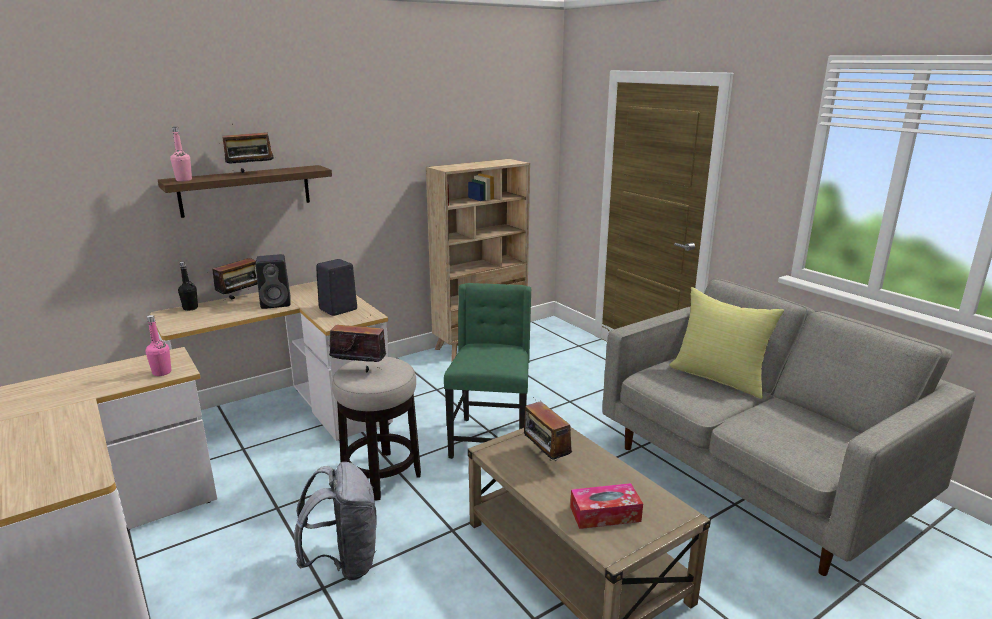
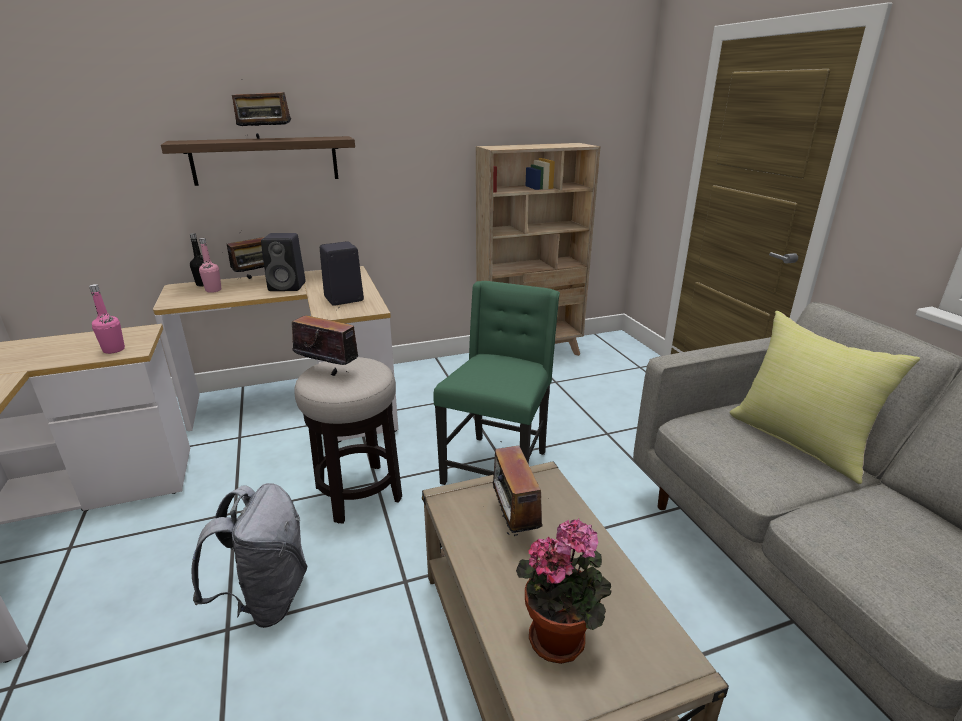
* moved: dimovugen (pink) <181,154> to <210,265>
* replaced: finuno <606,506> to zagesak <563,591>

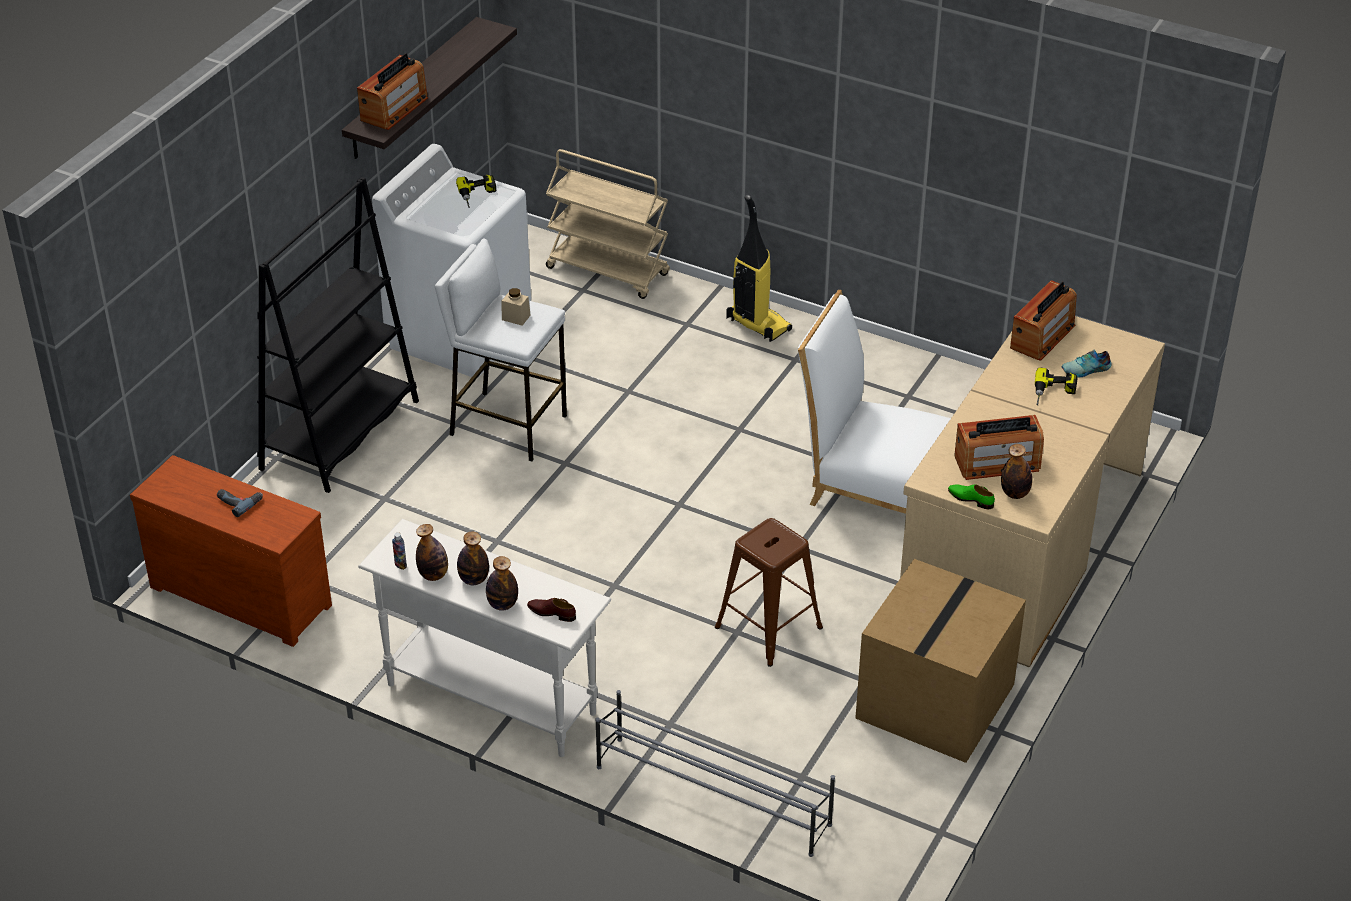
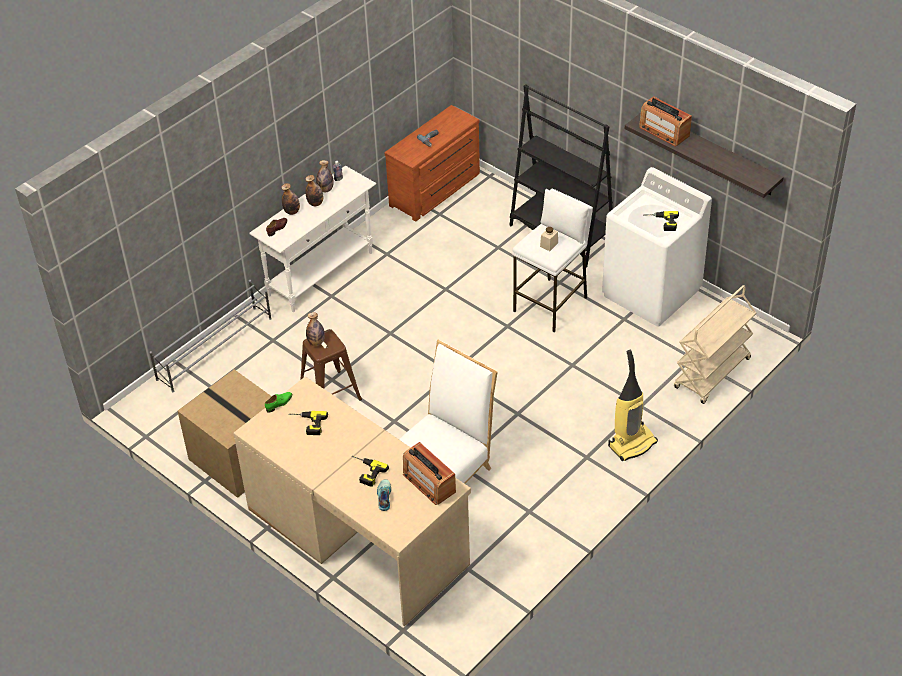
* replaced: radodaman <999,447> to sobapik <308,423>
* moved: dimovugen <1016,471> to <315,329>

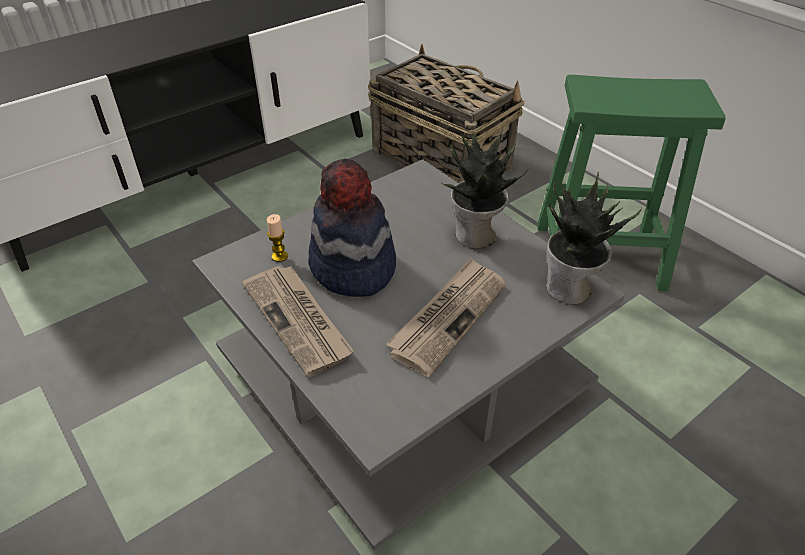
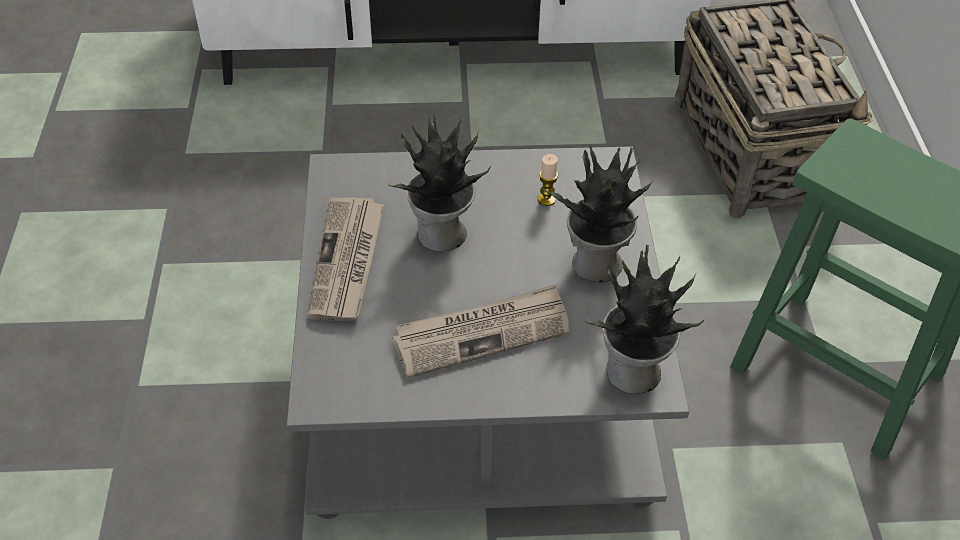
* replaced: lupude <352,228> to zagesak <440,183>
* moved: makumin <277,238> to <548,180>

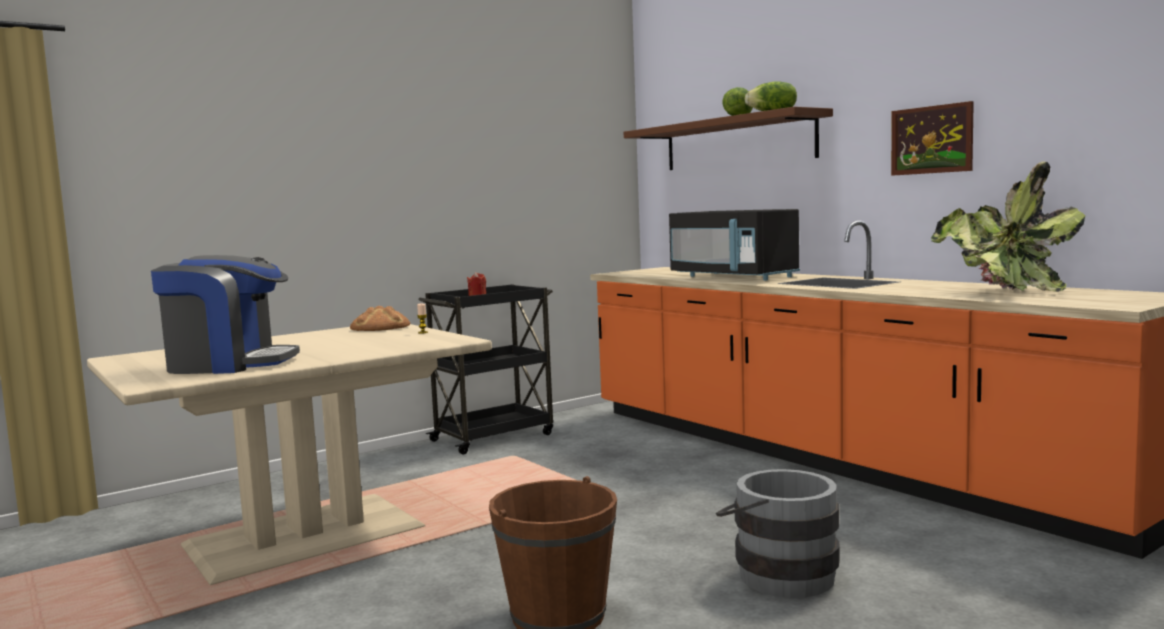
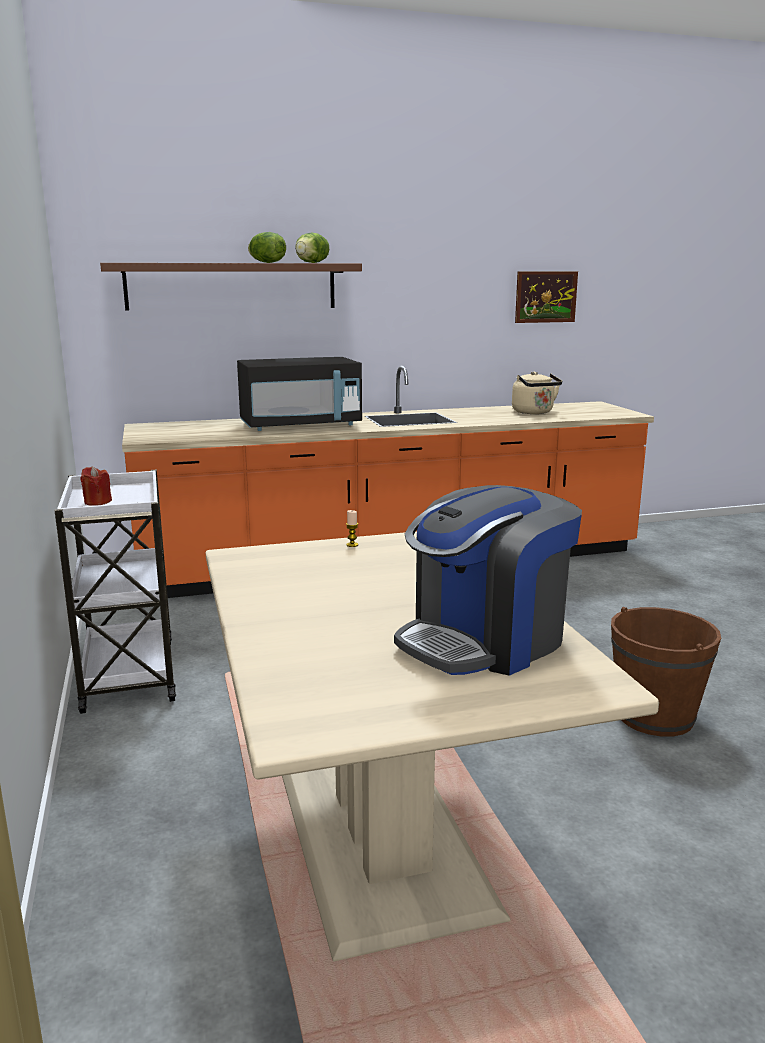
* recoloured: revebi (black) <485,369> to revebi (white) <115,592>
* turned: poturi <225,314> = <488,580> 150 degrees counterclockwise
* replaced: zagesak <1008,227> to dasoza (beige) <537,392>
* moved: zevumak <932,138> to <546,297>
* removed: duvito <380,318>
* removed: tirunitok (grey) <777,533>

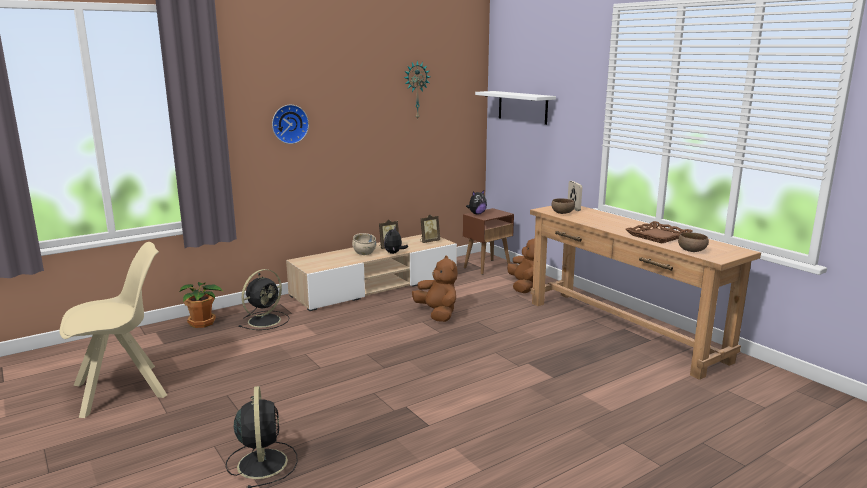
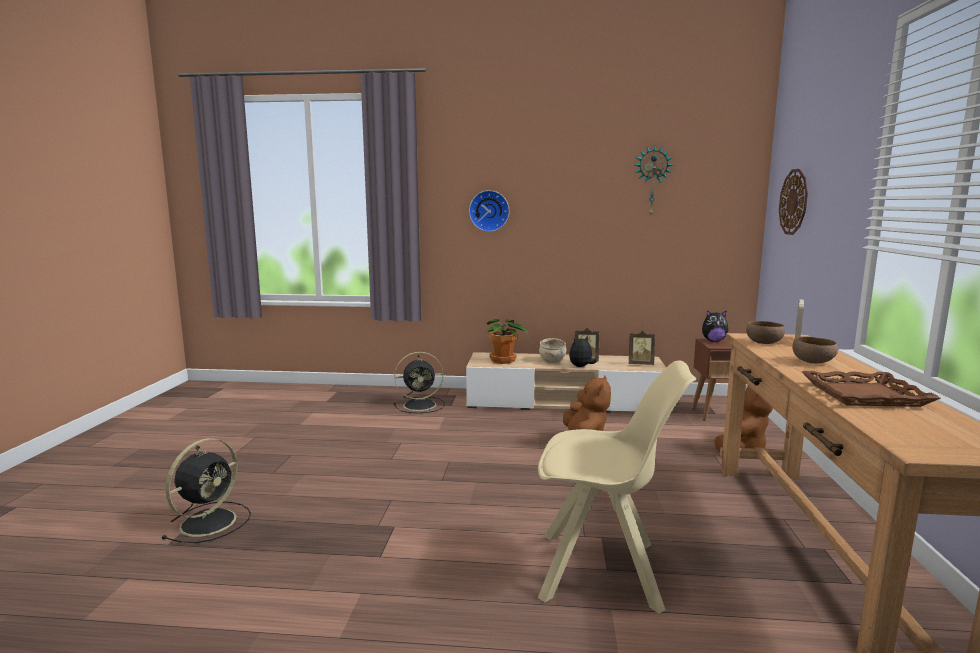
* moved: zagesak <201,305> to <507,341>
* moved: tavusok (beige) <113,330> to <617,487>
* replaced: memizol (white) <515,108> to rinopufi <793,202>
* moved: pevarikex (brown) <693,242> to <815,349>

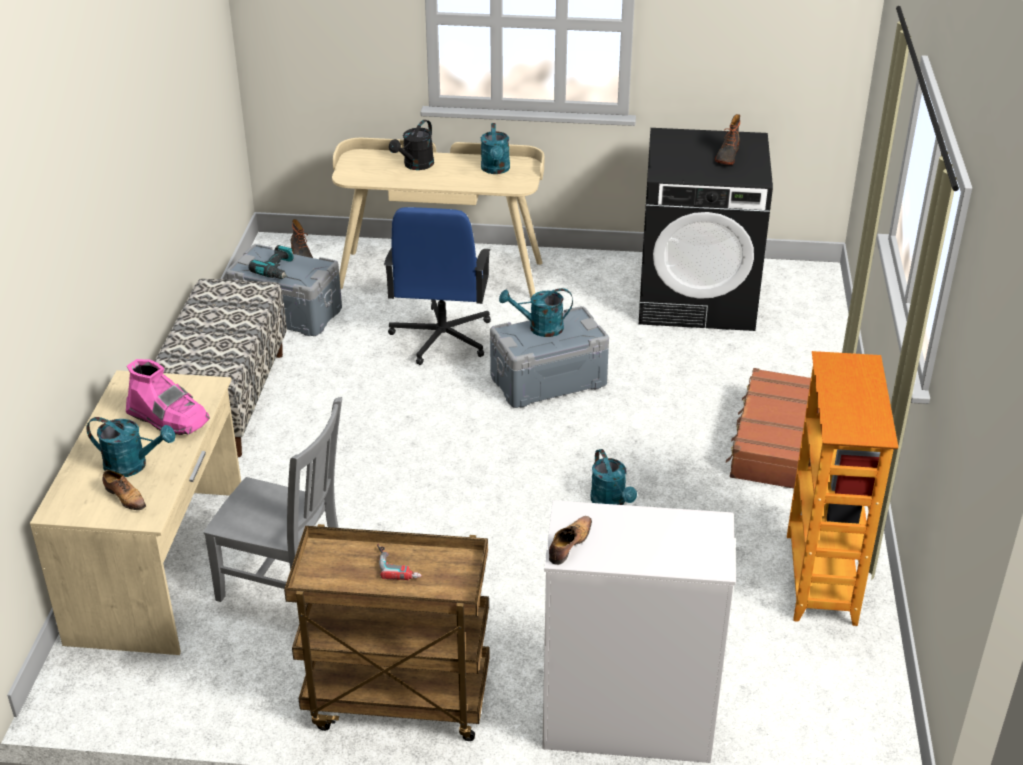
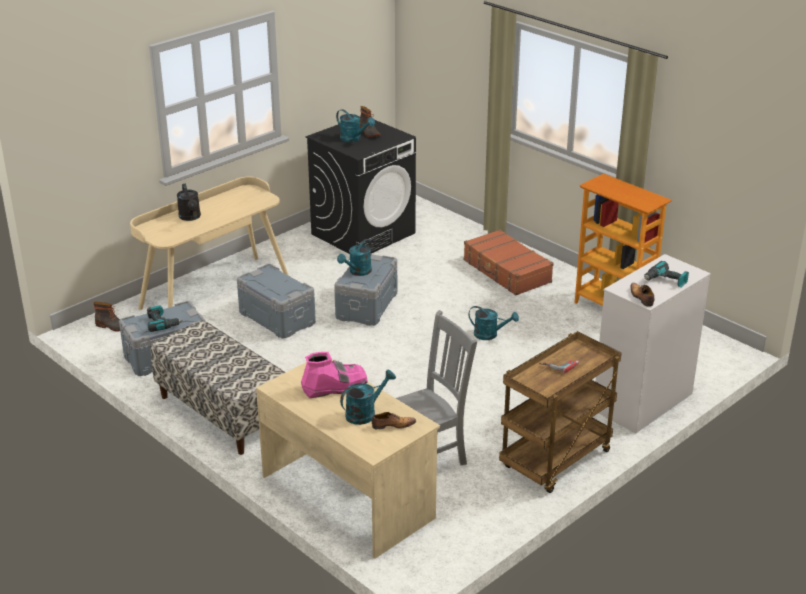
* replaced: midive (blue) <437,286> to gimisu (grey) <276,301>
* moved: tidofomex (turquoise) <495,148> to <355,125>
* added: sobapik <666,274>

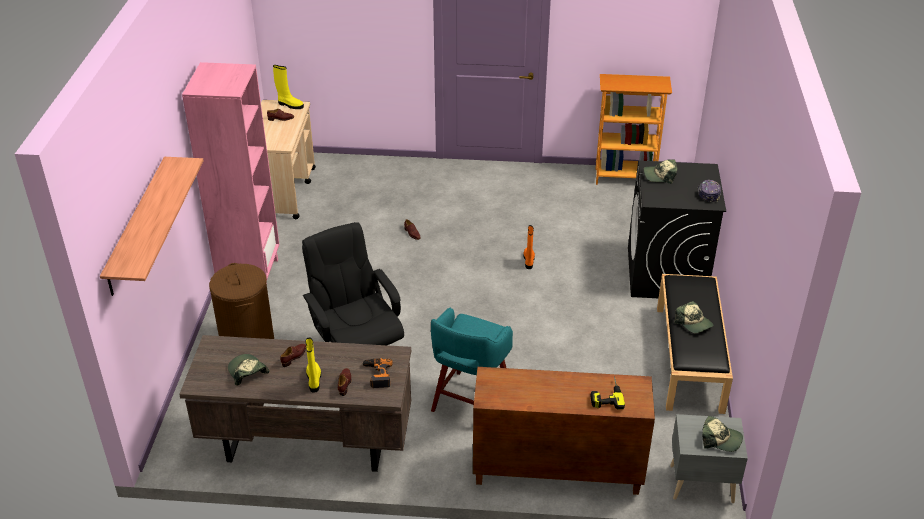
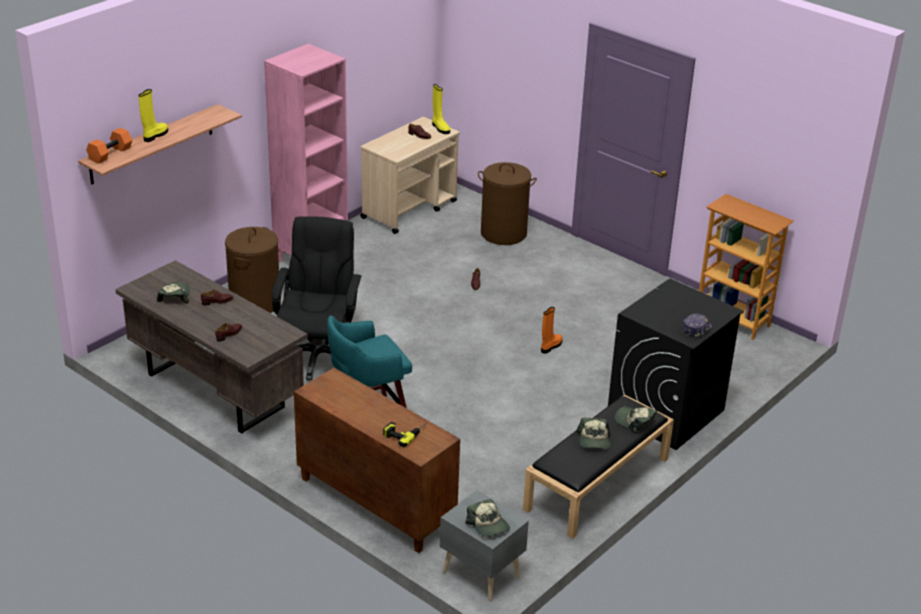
* added: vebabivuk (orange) <109,146>
* moved: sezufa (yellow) <313,365> to <153,115>
* added: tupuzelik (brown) <507,203>
* moved: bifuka <660,171> to <636,420>
* removed: sobapik <377,373>

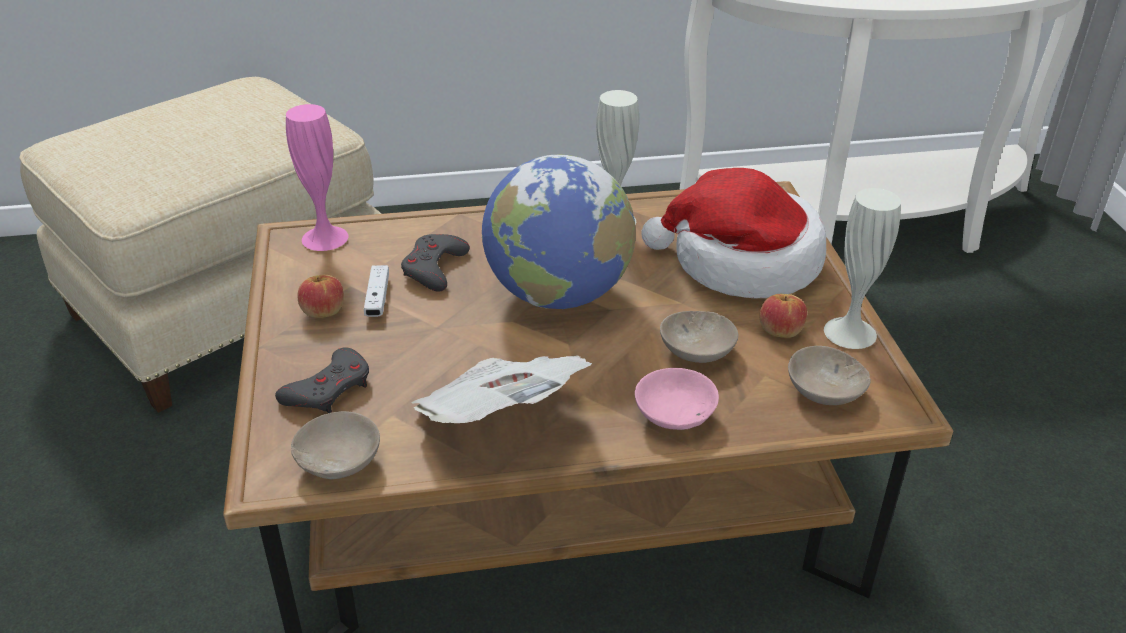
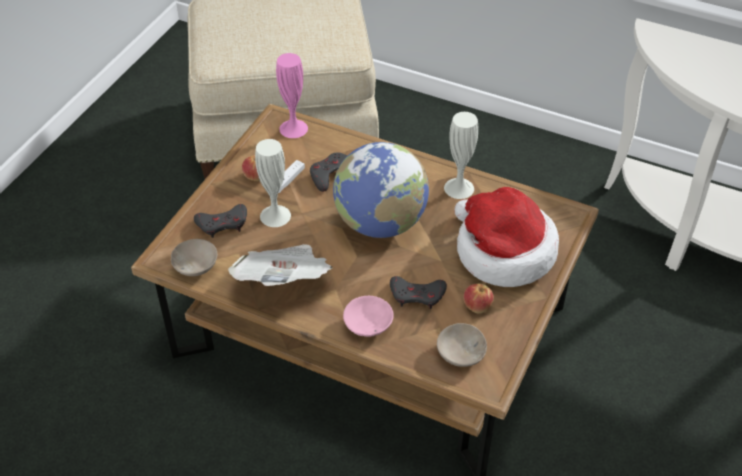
* moved: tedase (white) <862,268> to <273,183>
* replaced: pevarikex (beige) <699,337> to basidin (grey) <418,292>

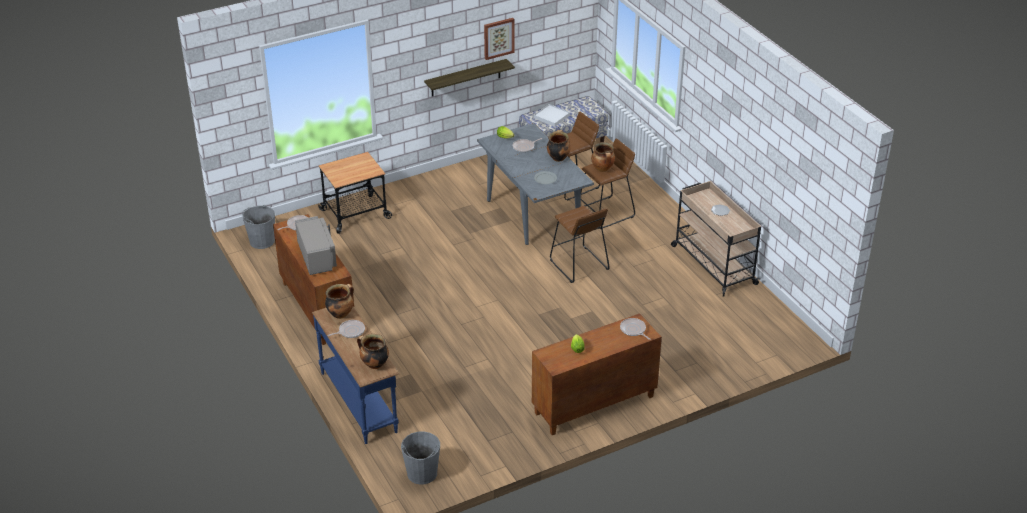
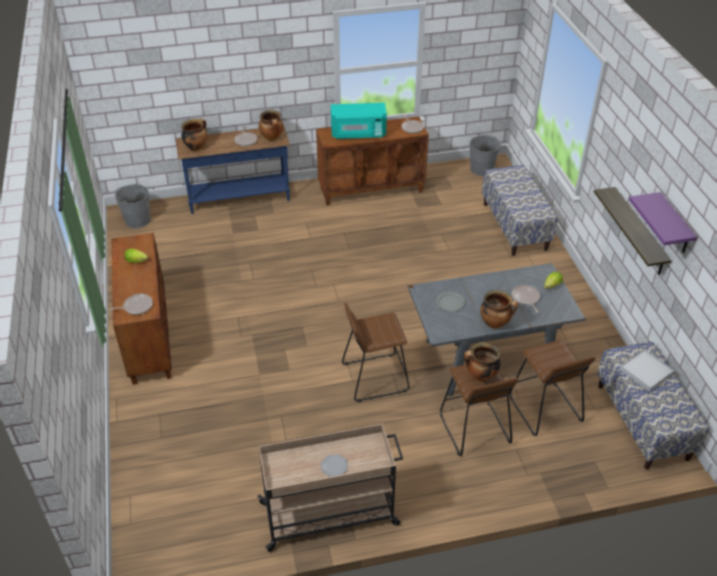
* recoloured: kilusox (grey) <316,245> to kilusox (turquoise) <359,121>
* replaced: revebi <355,193> to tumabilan <519,210>
* replaced: zevumak <499,39> to memizol (purple) <663,222>

